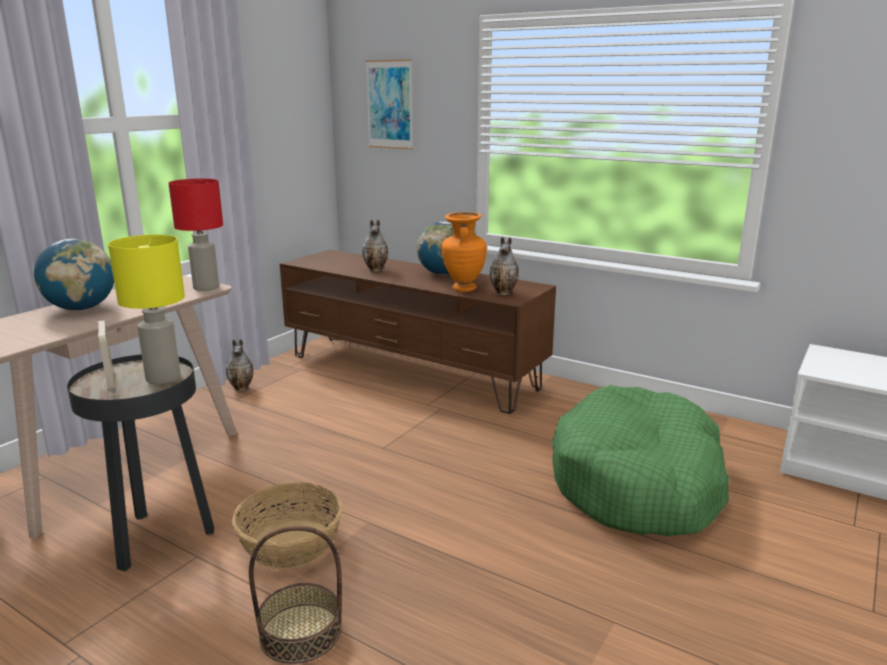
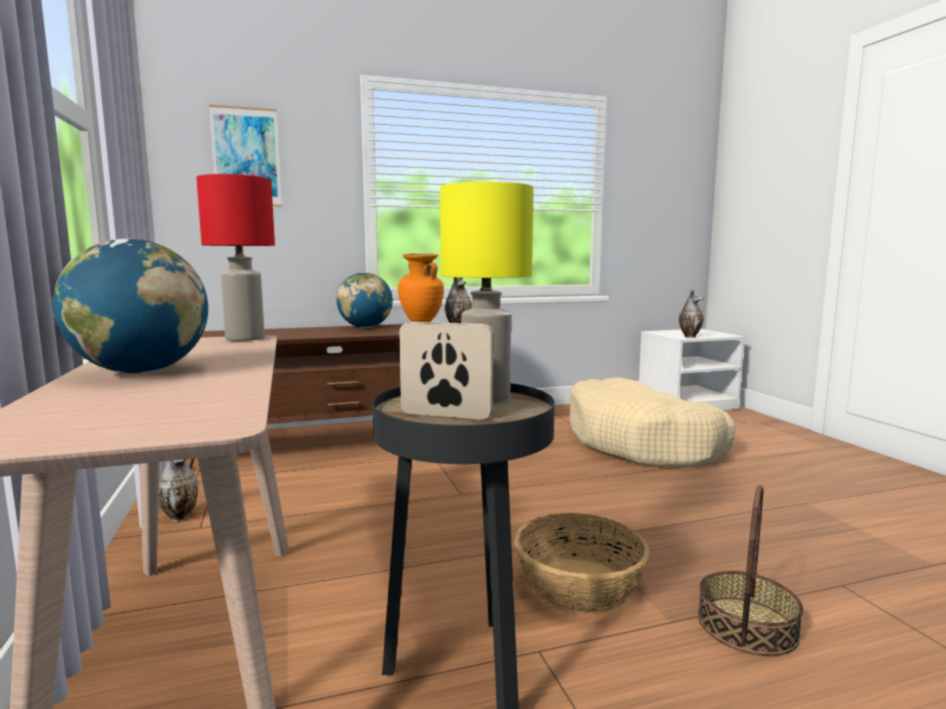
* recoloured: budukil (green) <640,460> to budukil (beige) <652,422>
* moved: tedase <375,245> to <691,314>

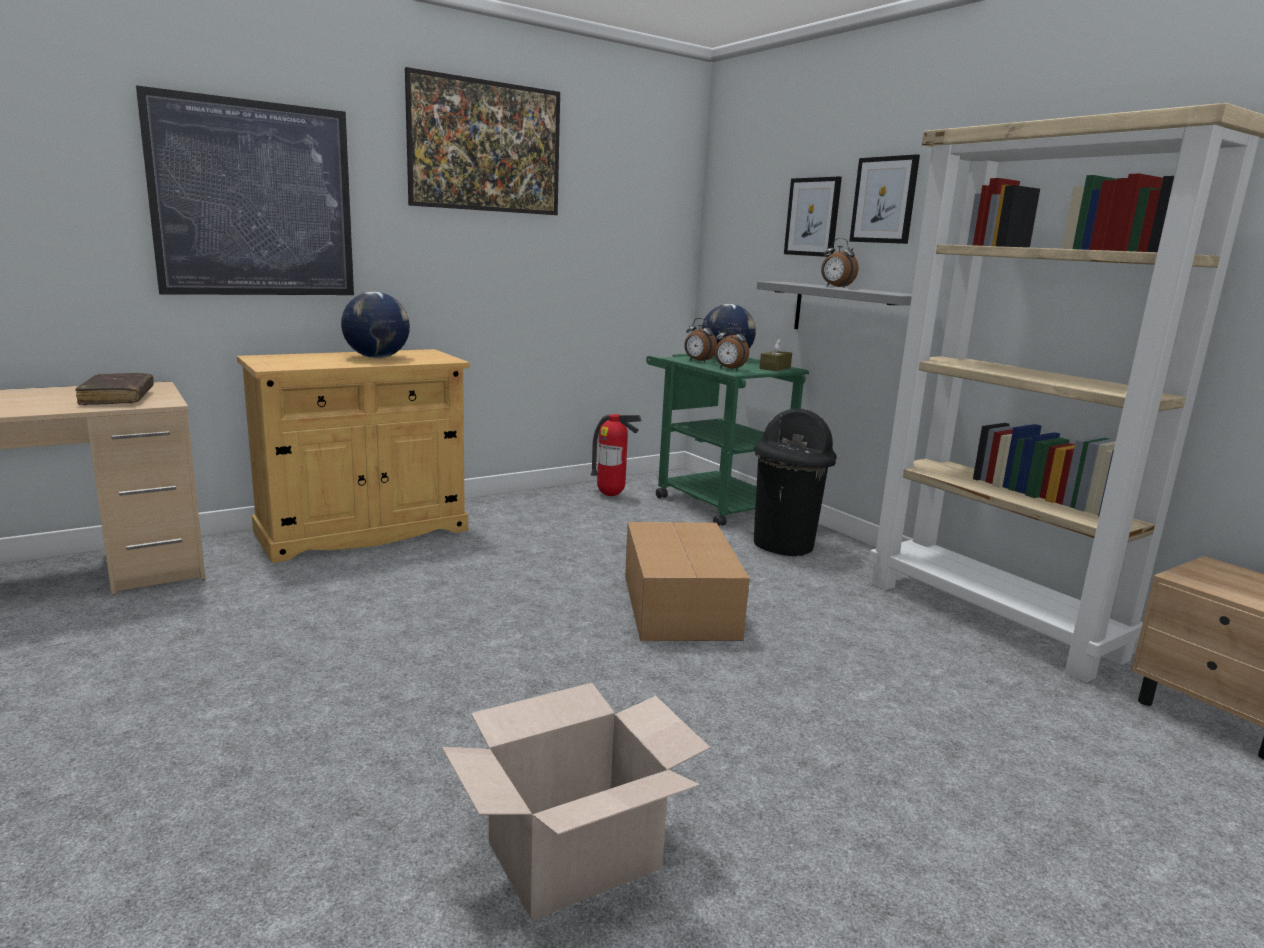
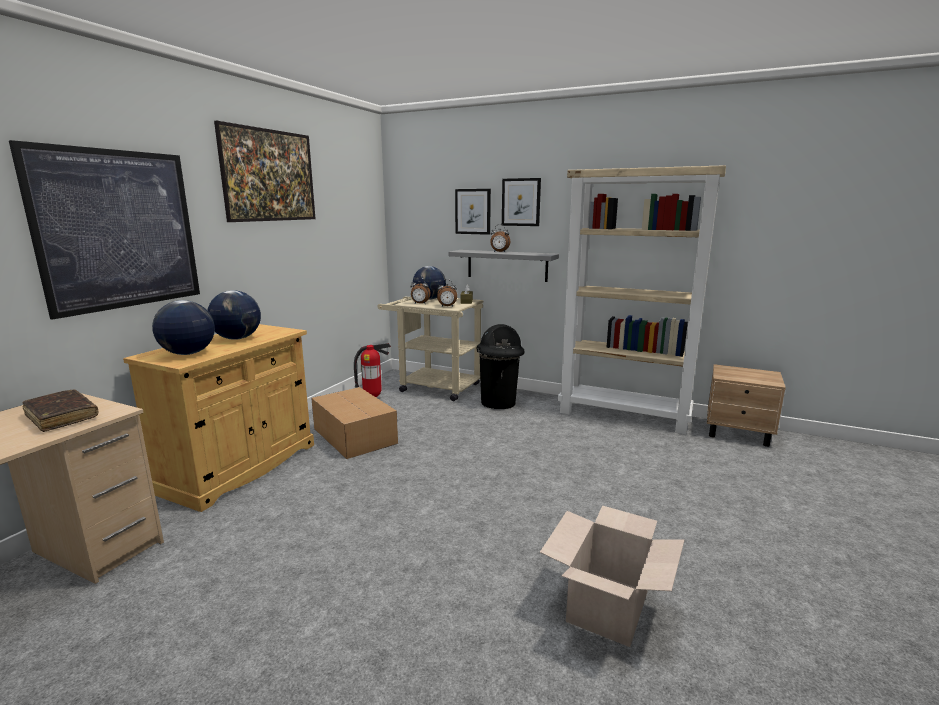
* added: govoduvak <183,327>
* moved: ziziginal <687,581> to <354,423>
* recoloured: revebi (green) <727,440> to revebi (beige) <430,349>

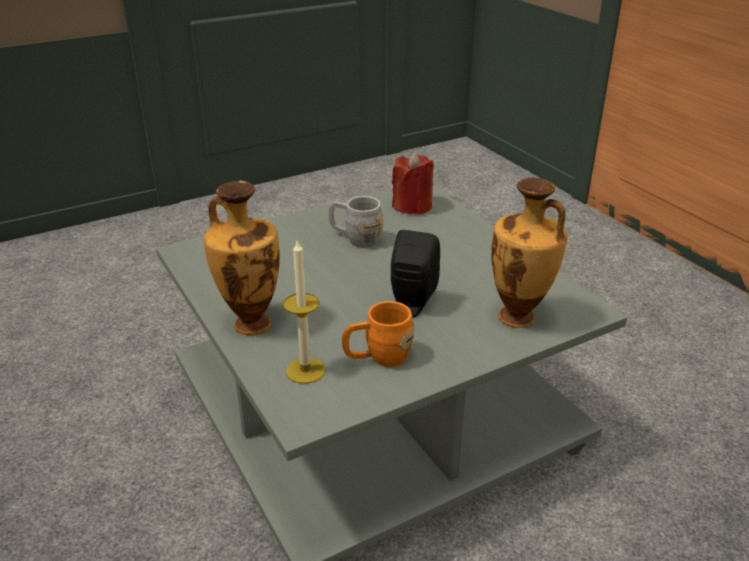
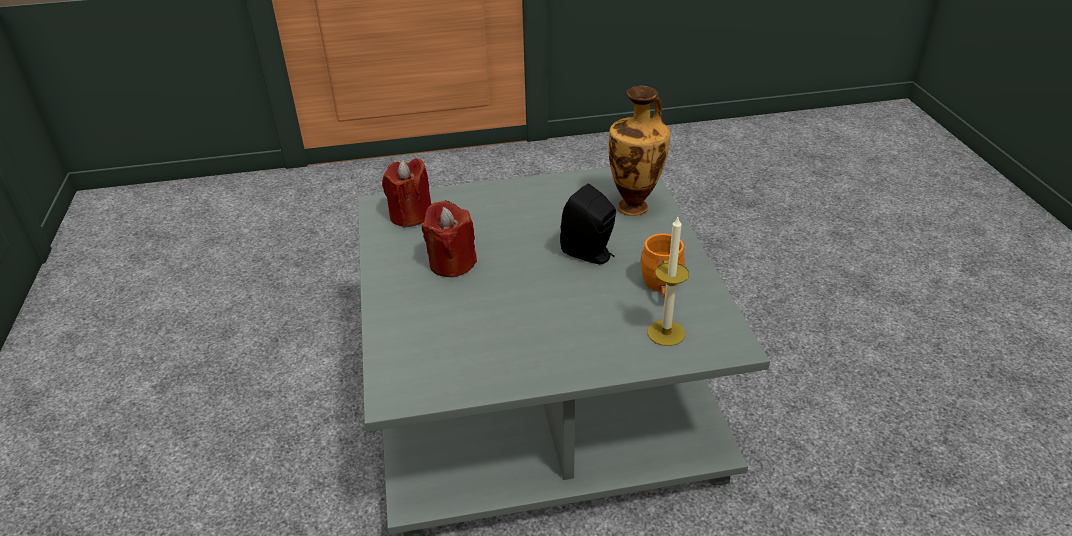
* replaced: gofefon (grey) <355,221> to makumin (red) <449,238>
* removed: tedase <242,258>

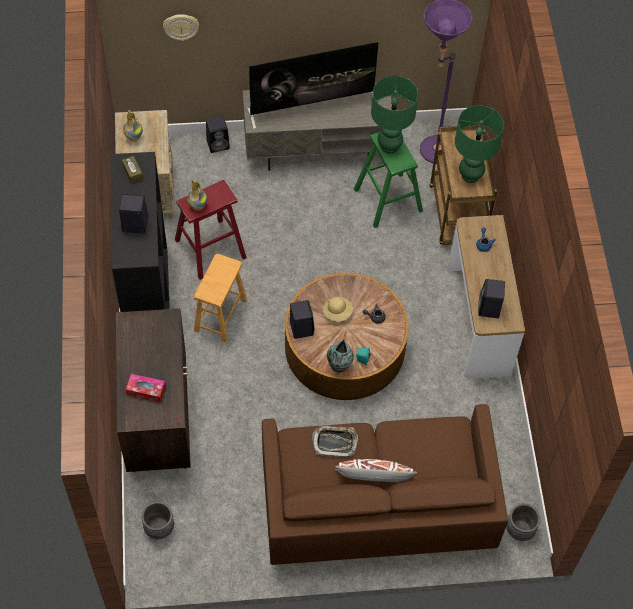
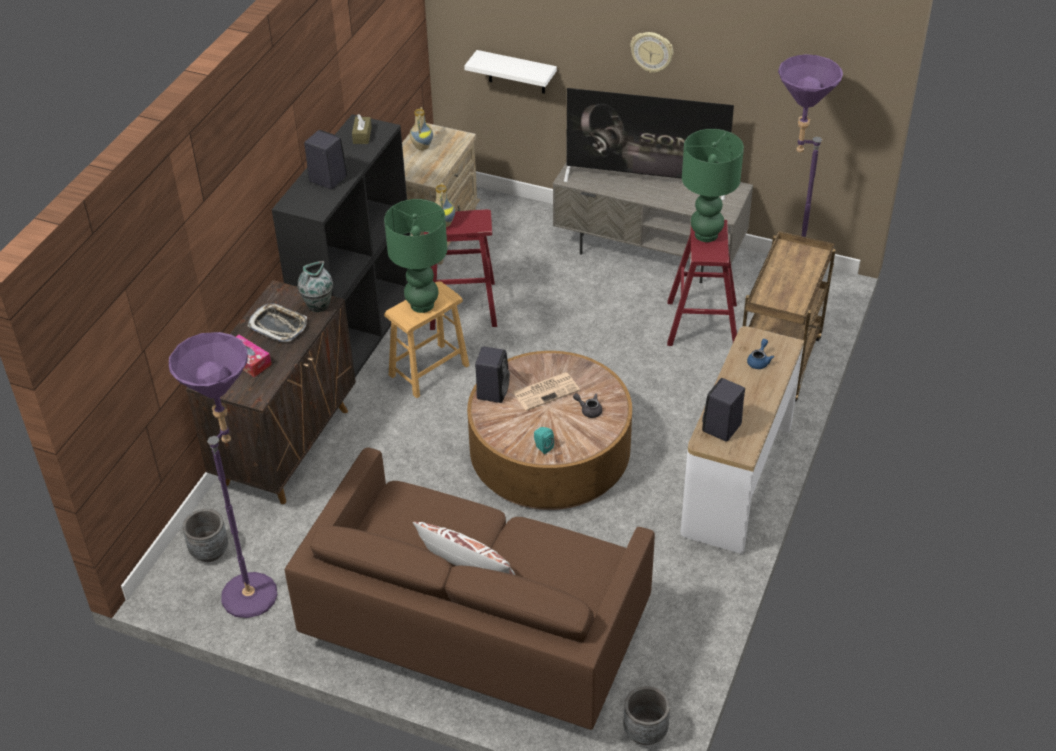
* added: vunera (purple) <223,475>
* moved: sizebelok <335,441> to <277,322>
* moved: tedase <340,356> to <315,286>
* moved: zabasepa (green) <479,144> to <415,256>
* added: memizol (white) <510,72>
* replaced: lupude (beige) <338,309> to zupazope <546,391>
* moved: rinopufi <181,27> to <651,52>
* recoloured: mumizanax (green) <388,180> to mumizanax (red) <702,282>
* removed: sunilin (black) <218,134>

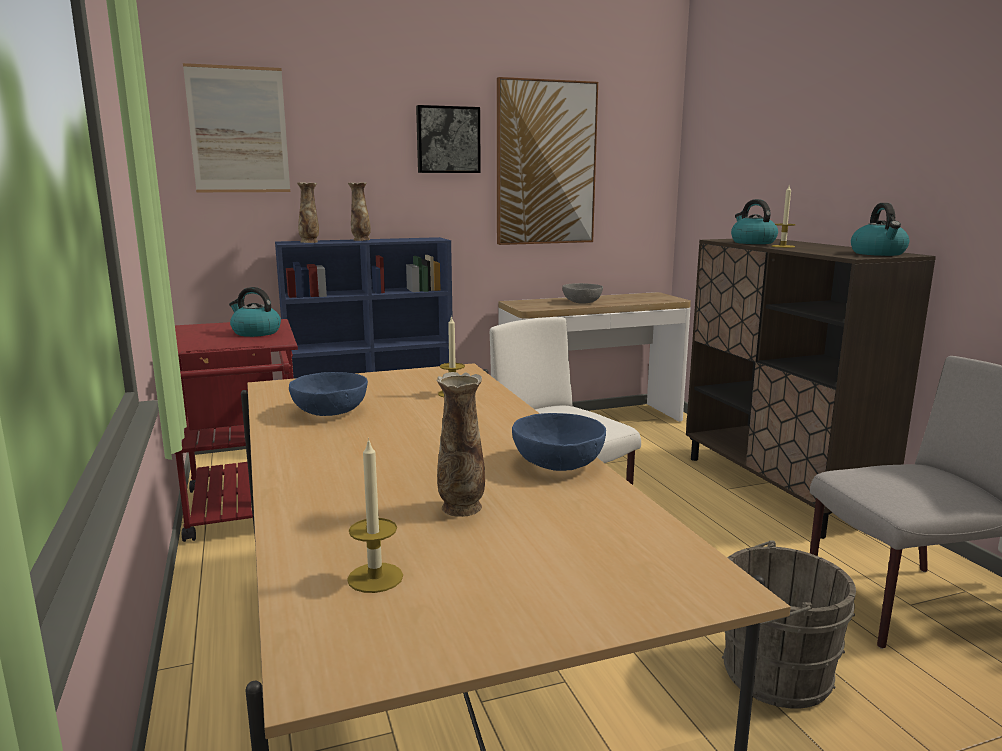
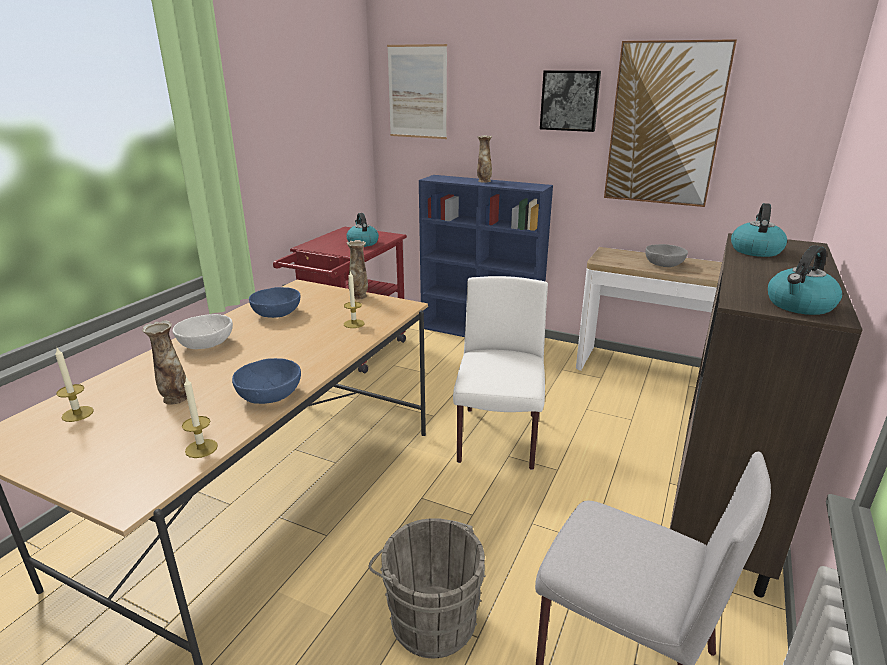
* added: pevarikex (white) <203,331>
* moved: makumin <783,216> to <200,417>
* moved: tedase <308,212> to <357,269>

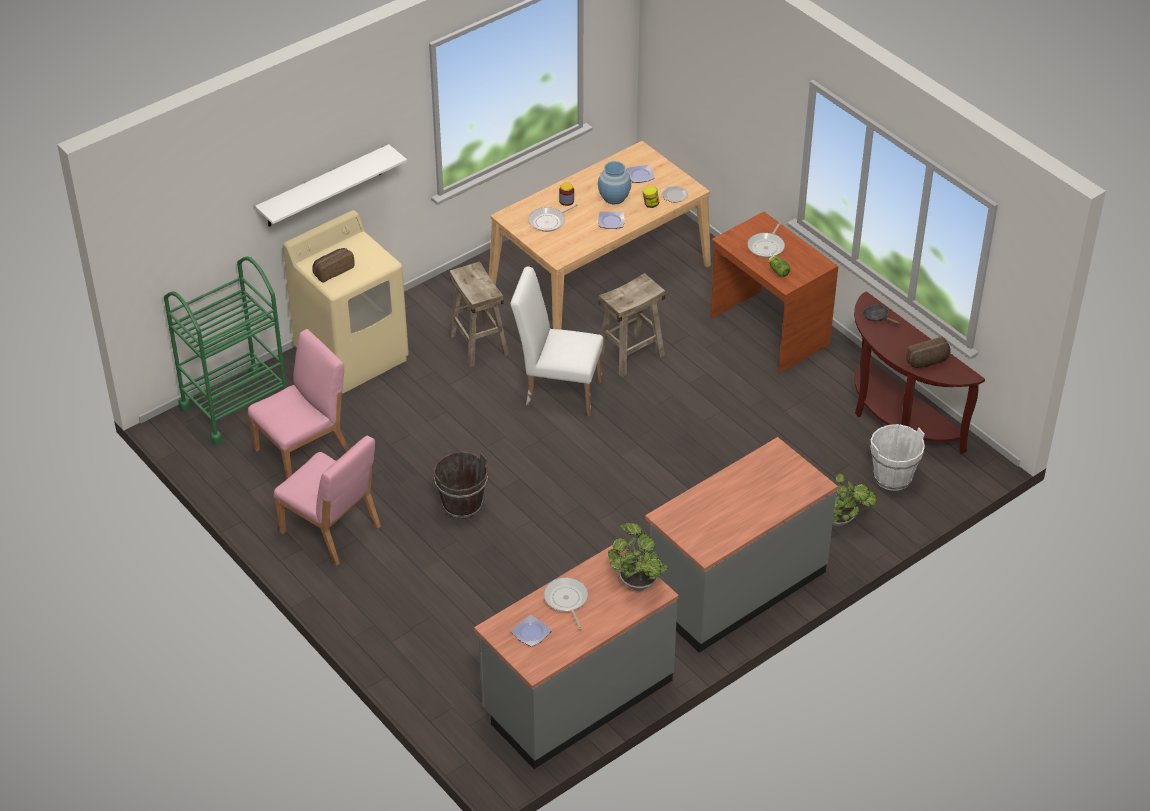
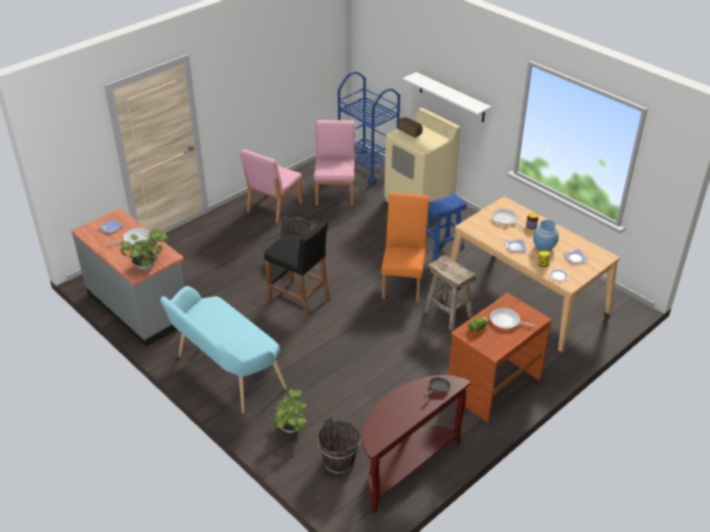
* replaced: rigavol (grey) <741,545> to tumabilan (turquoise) <223,349>
* added: mumizanax (black) <297,269>
* turned: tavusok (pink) <298,404> = <334,162> 135 degrees counterclockwise
* recoloured: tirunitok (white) <897,457> to tirunitok (brown) <339,445>
* recoloured: revebi (green) <225,350> to revebi (blue) <369,128>
* recoloured: tavusok (white) <557,342> to tavusok (orange) <405,248>
* recoloured: mumizanax (beige) <479,314> to mumizanax (blue) <447,226>
* removed: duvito <928,352>

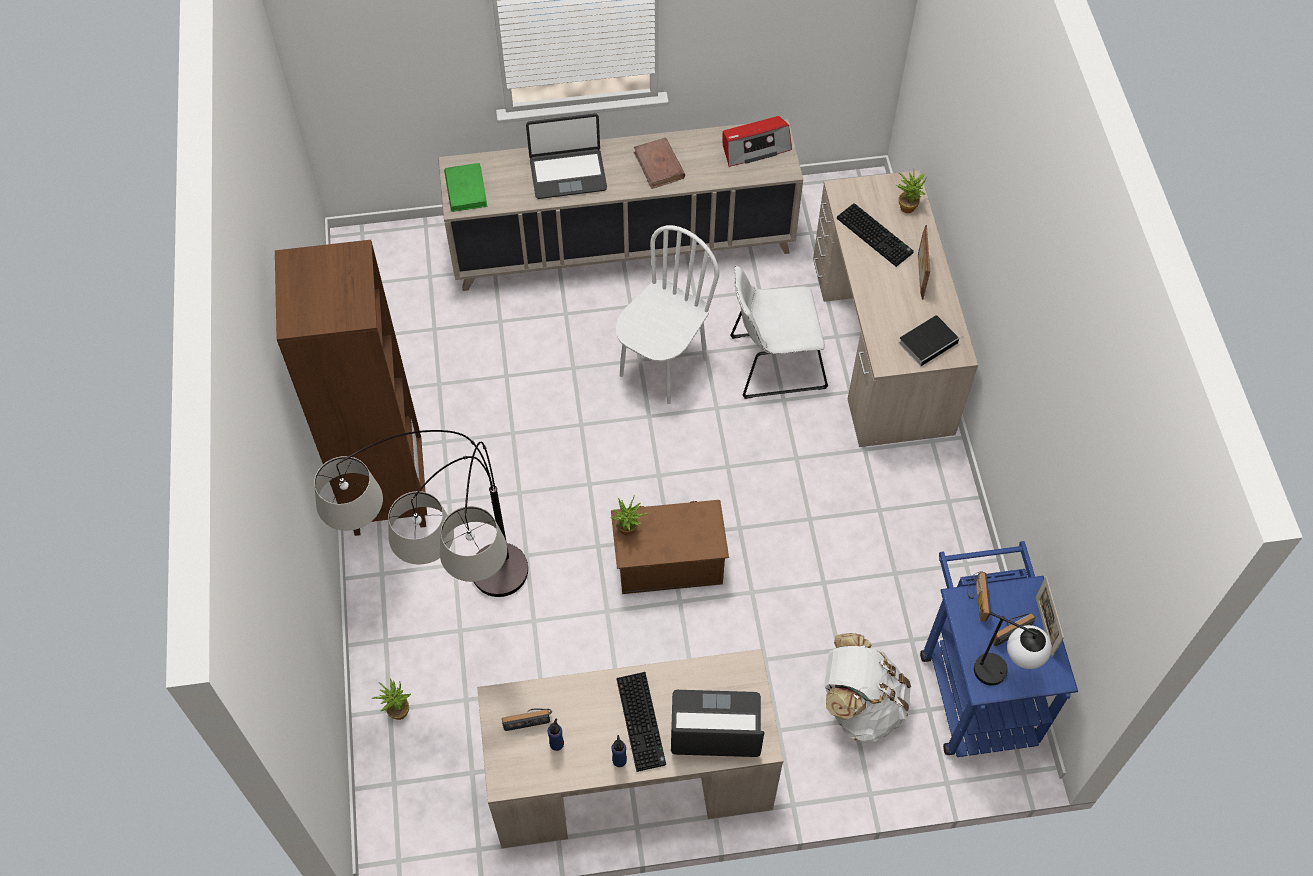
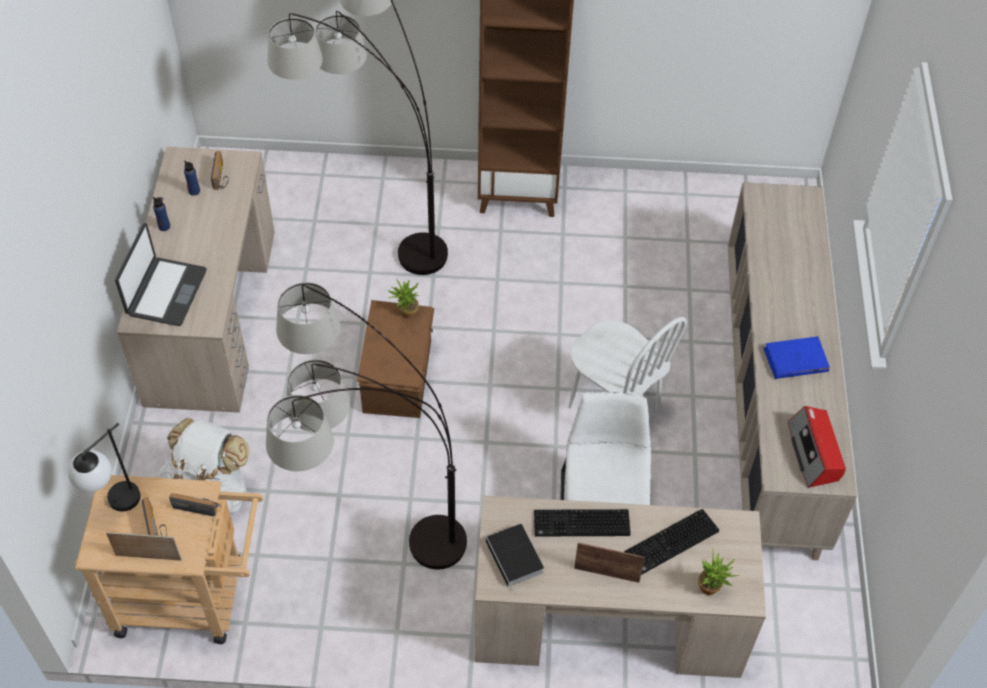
* recoloured: revebi (blue) <999,649> to revebi (beige) <169,559>
* added: vunera <366,426>
* moved: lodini <641,722> to <582,522>
* recoloured: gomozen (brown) <659,163> to gomozen (blue) <796,357>
* removed: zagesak <391,699>
* removed: gomozen (green) <465,187>
* removed: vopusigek <566,156>

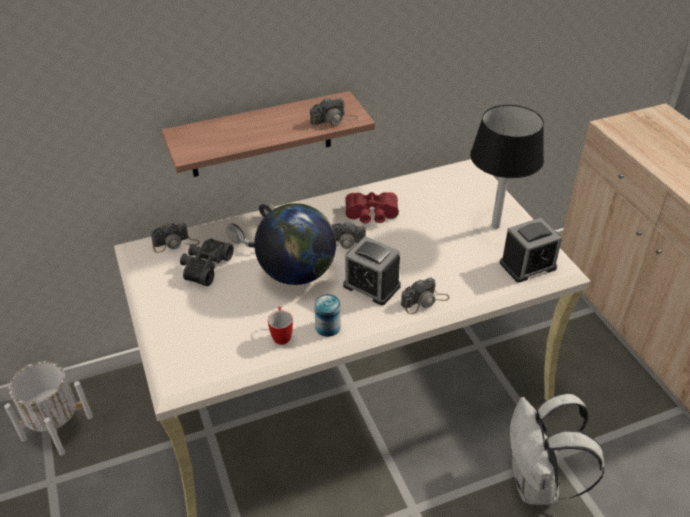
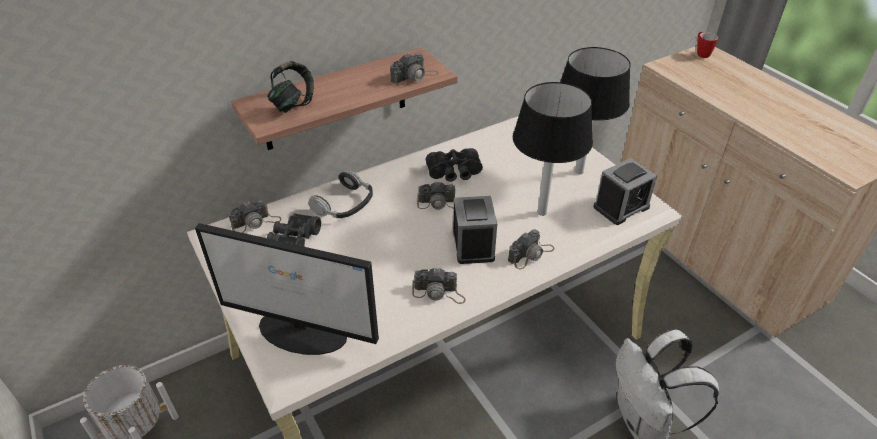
* added: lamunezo <287,289>
* added: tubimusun <290,87>
* replaced: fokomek <327,315> to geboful <439,285>
* recoloured: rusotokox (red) <372,207> to rusotokox (black) <454,165>
* turned: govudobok <372,270> = <475,230> 120 degrees counterclockwise
* added: zabasepa (black) <553,149>
* moved: gofefon <280,326> to <707,45>
* removed: govoduvak <295,244>

